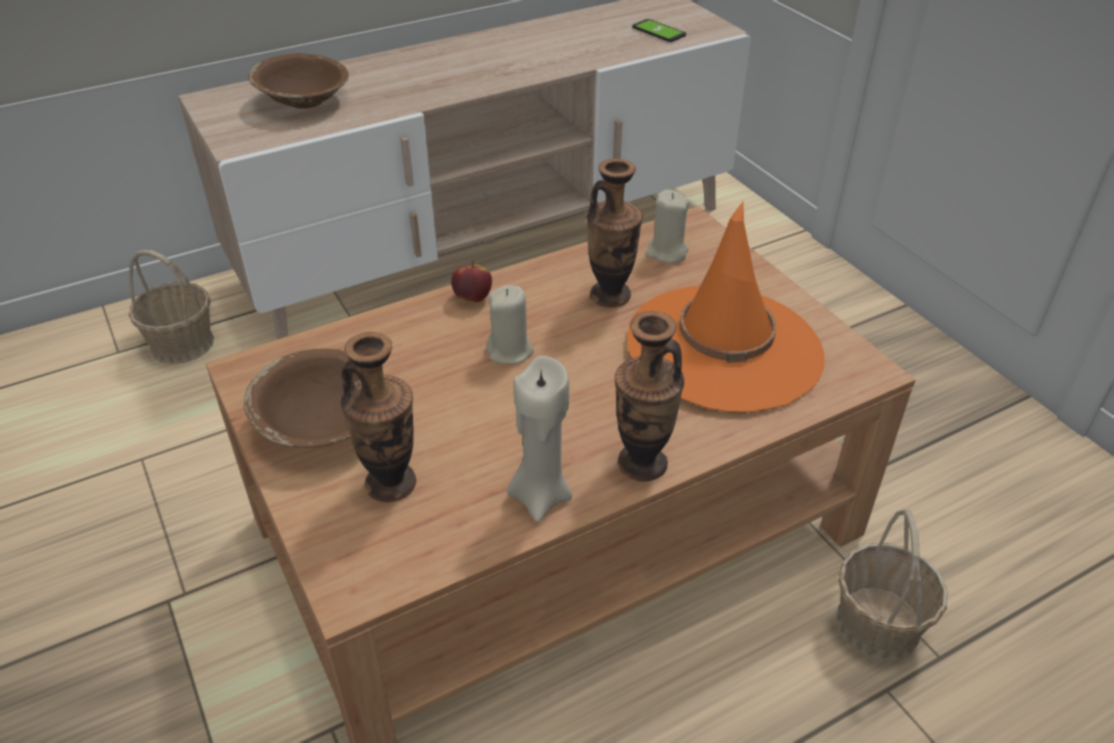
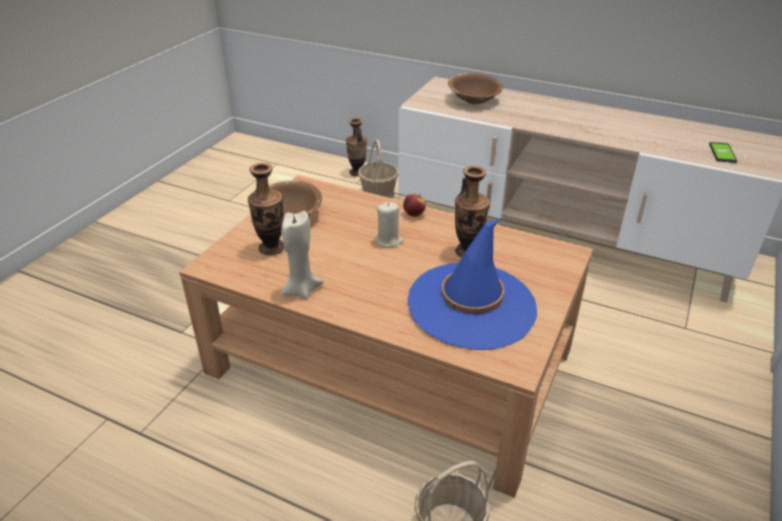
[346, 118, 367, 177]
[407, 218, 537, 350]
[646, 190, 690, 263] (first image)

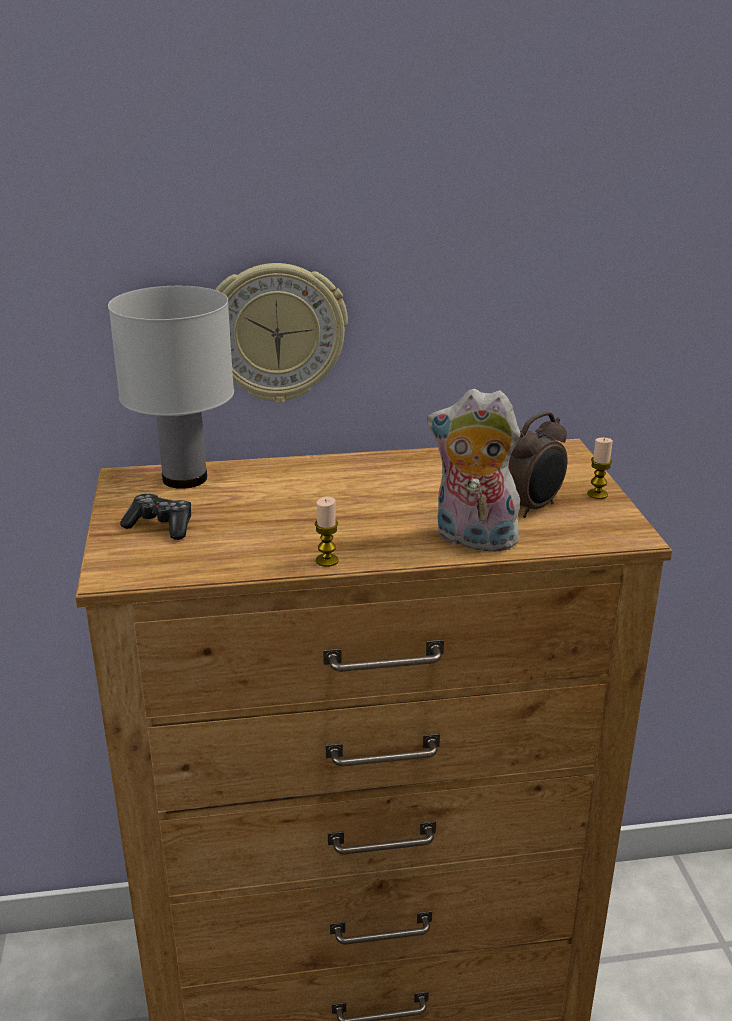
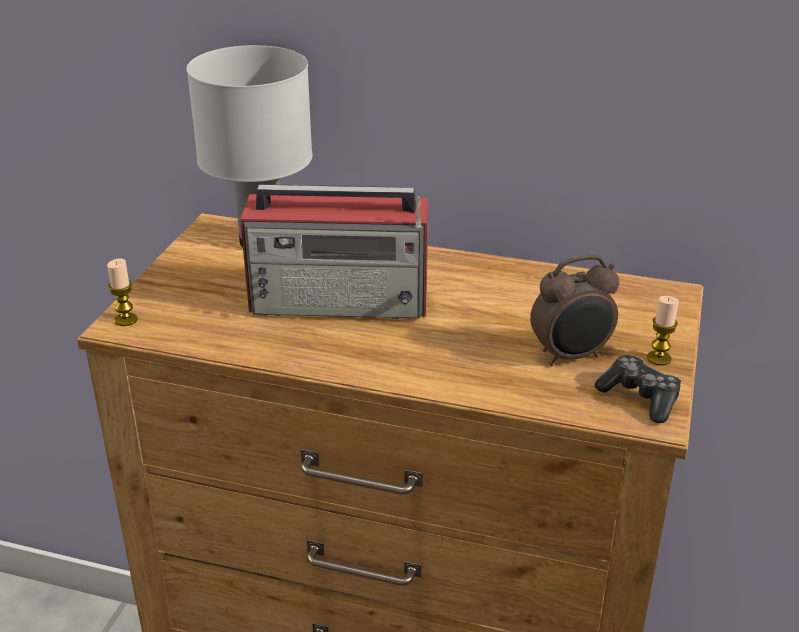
[107, 258, 137, 326]
[240, 184, 428, 319]
[595, 355, 681, 423]
[215, 263, 348, 403] (first image)
[427, 389, 522, 555] (first image)

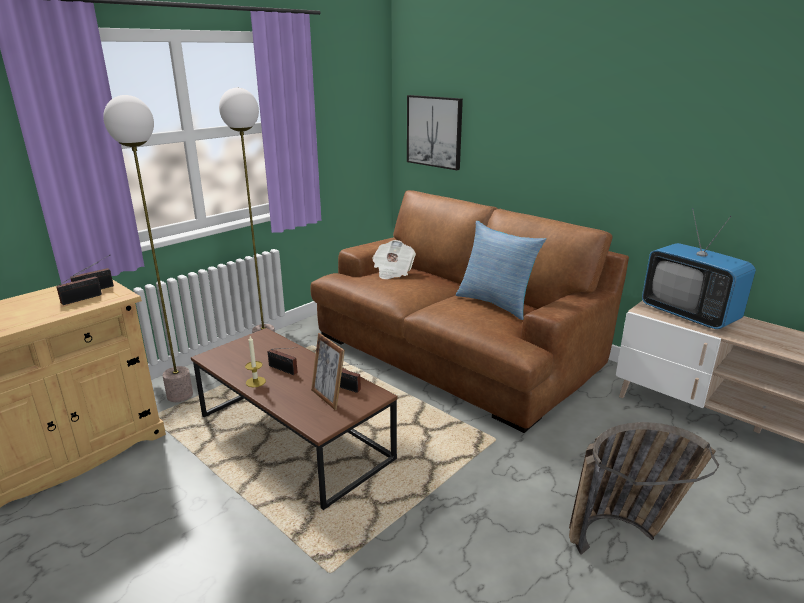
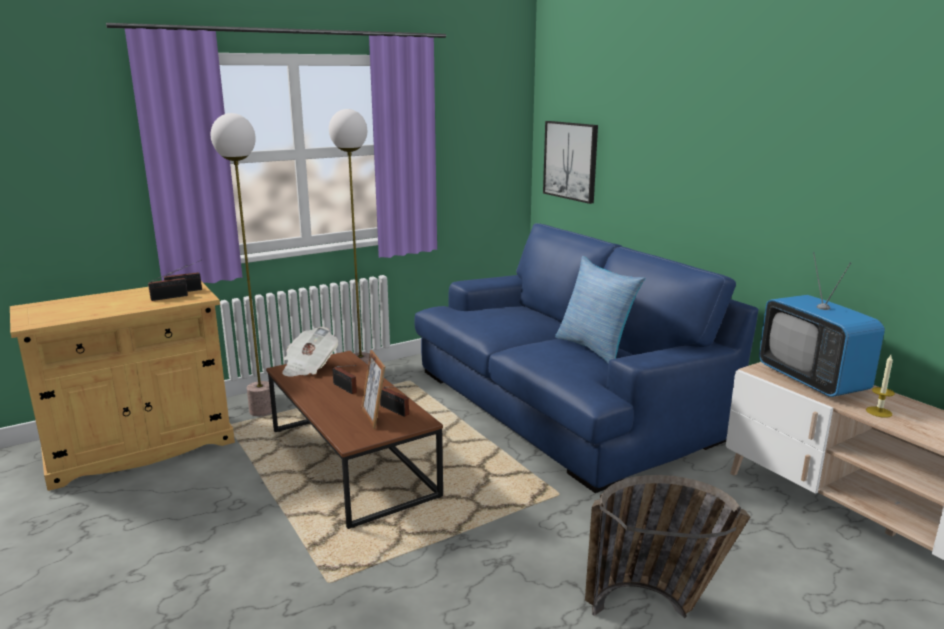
[282, 327, 338, 377]
[414, 223, 759, 493]
[866, 355, 895, 418]

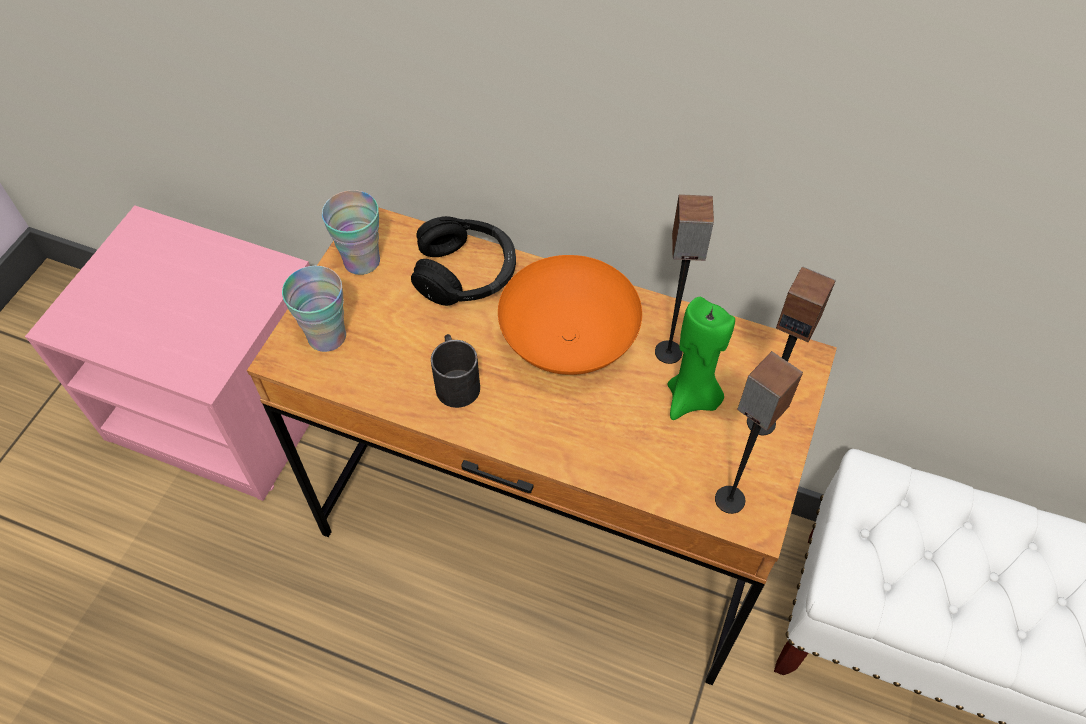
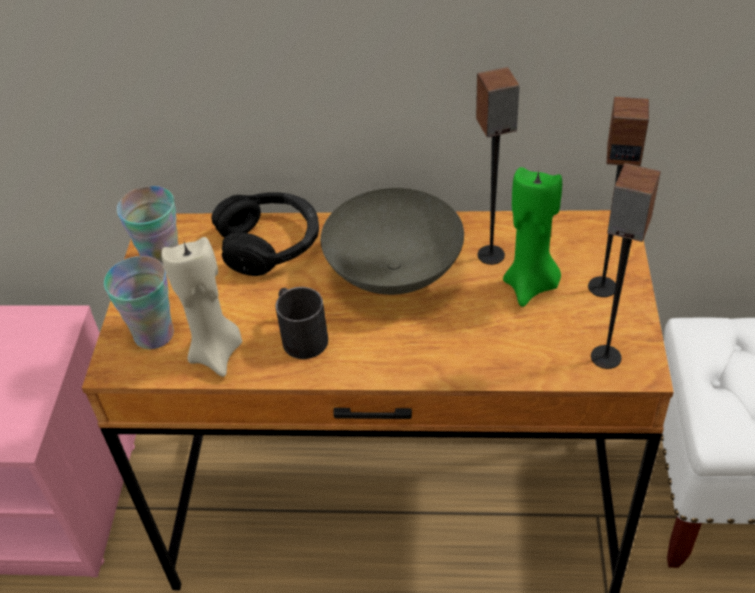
[161, 237, 242, 377]
[321, 188, 464, 295]

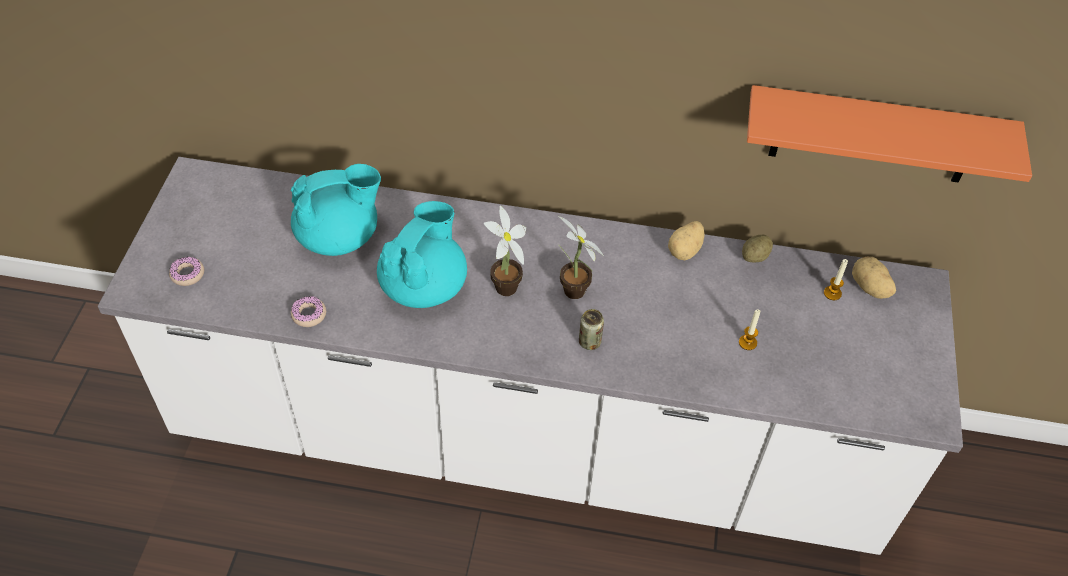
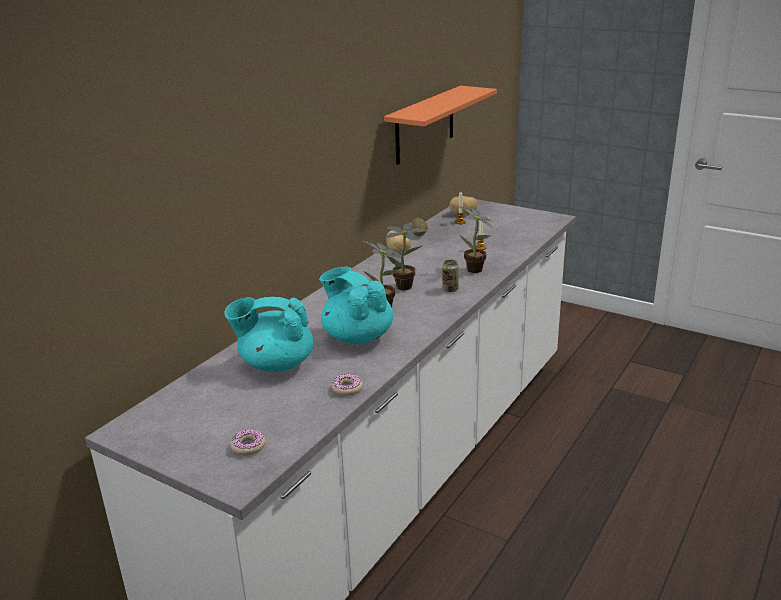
[224, 297, 314, 373]
[458, 206, 493, 273]

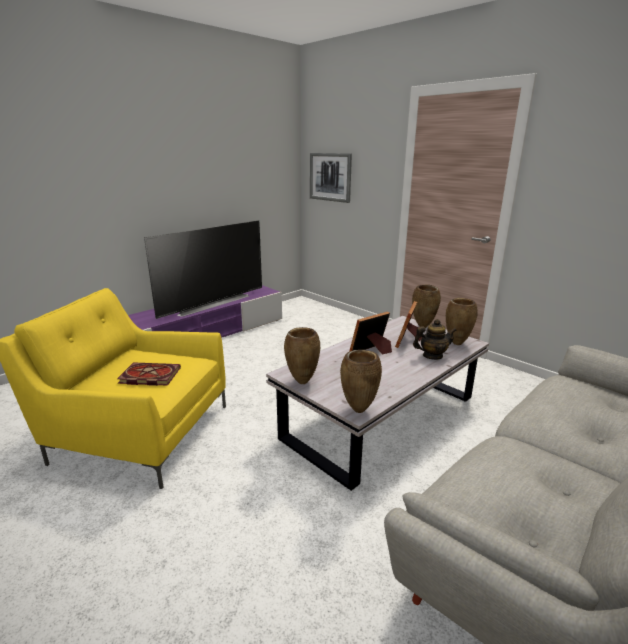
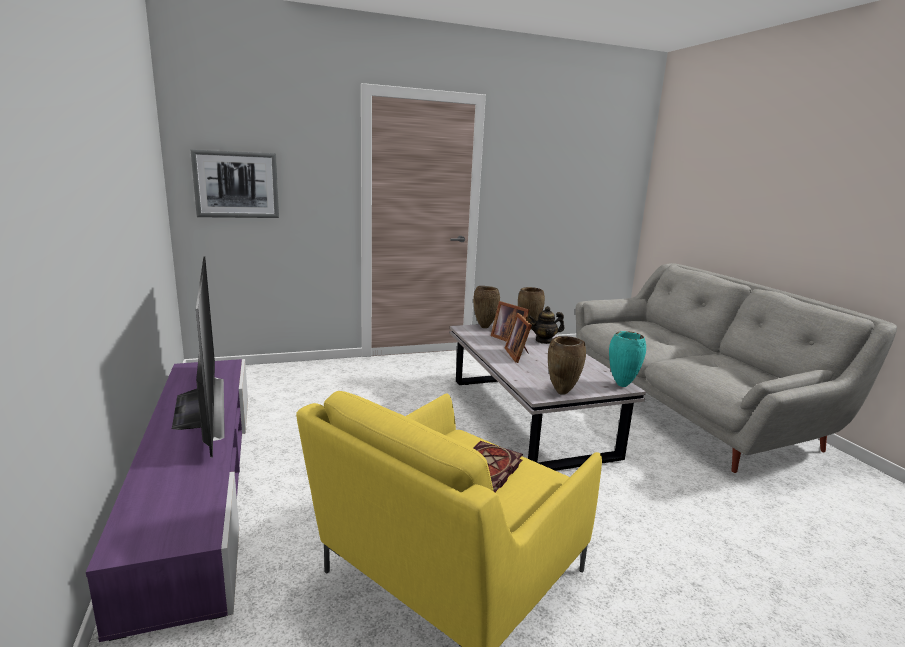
[528, 306, 564, 344]
[609, 331, 646, 387]

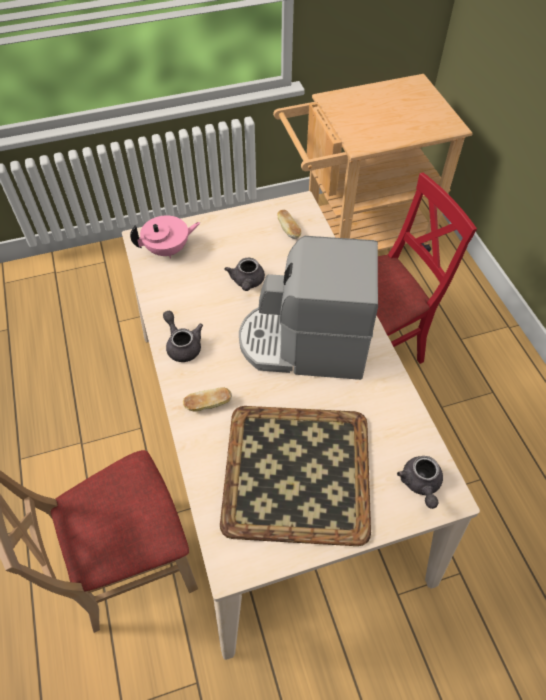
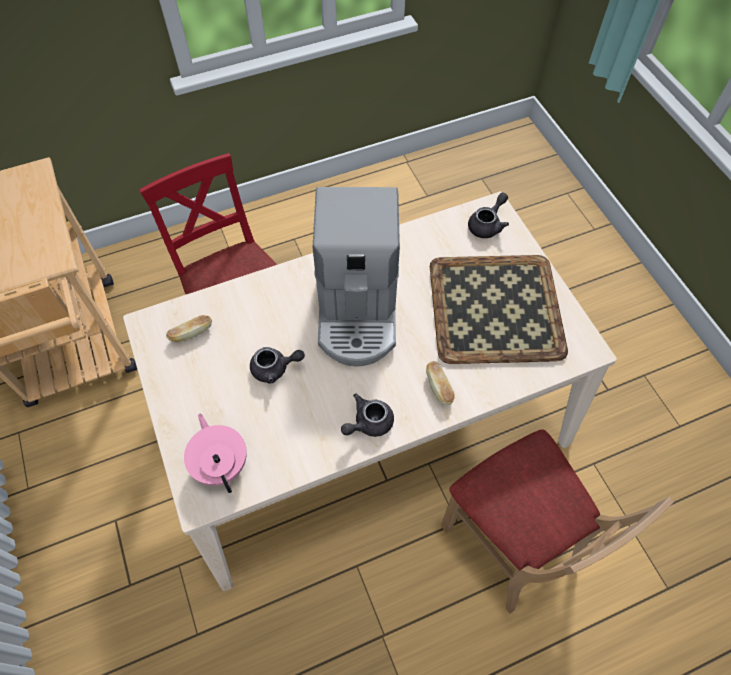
[468, 192, 509, 238]

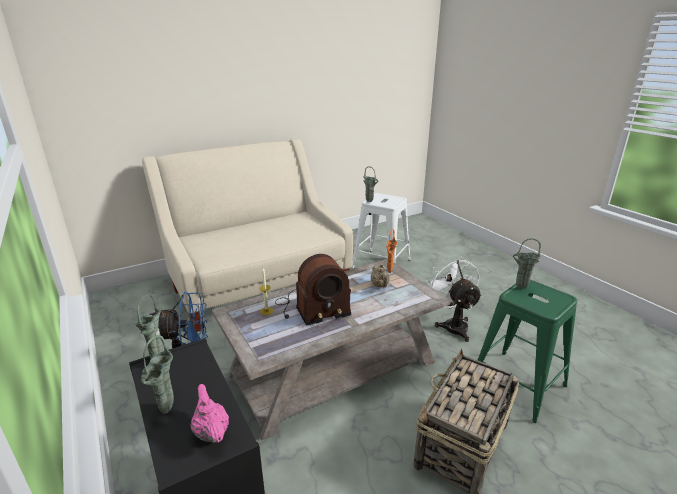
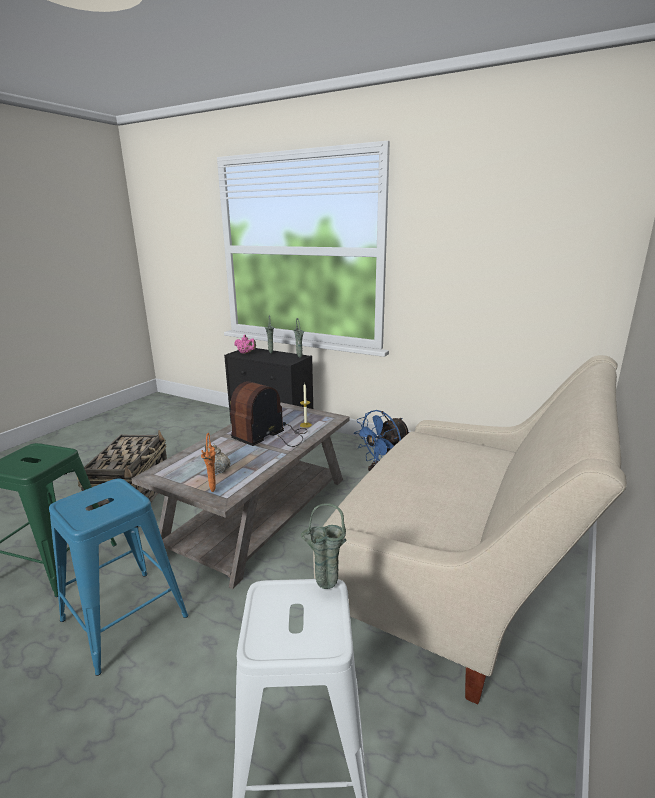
[49, 478, 188, 676]
[513, 238, 541, 289] (first image)

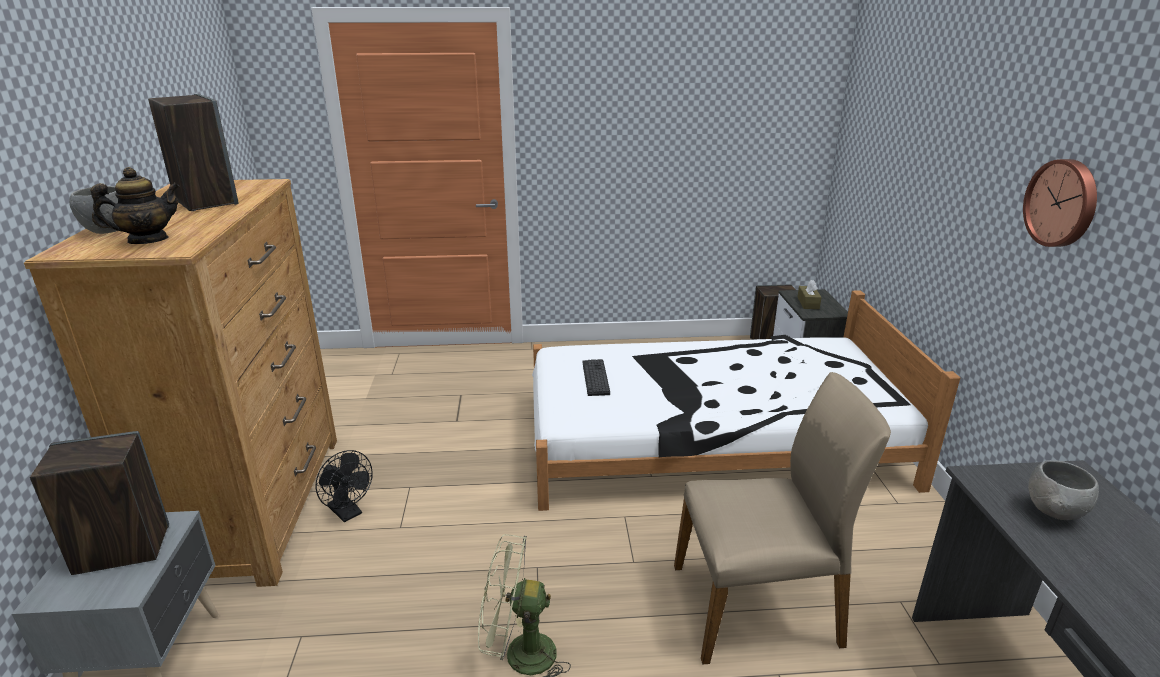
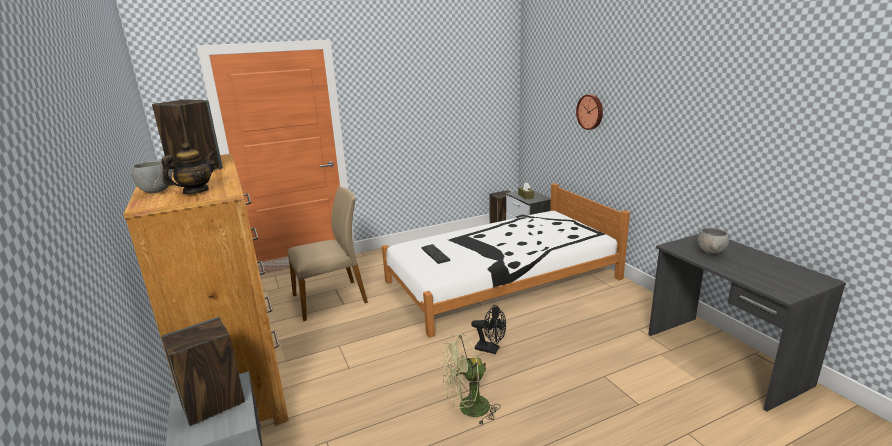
[287, 187, 368, 321]
[471, 305, 506, 354]
[576, 94, 603, 130]

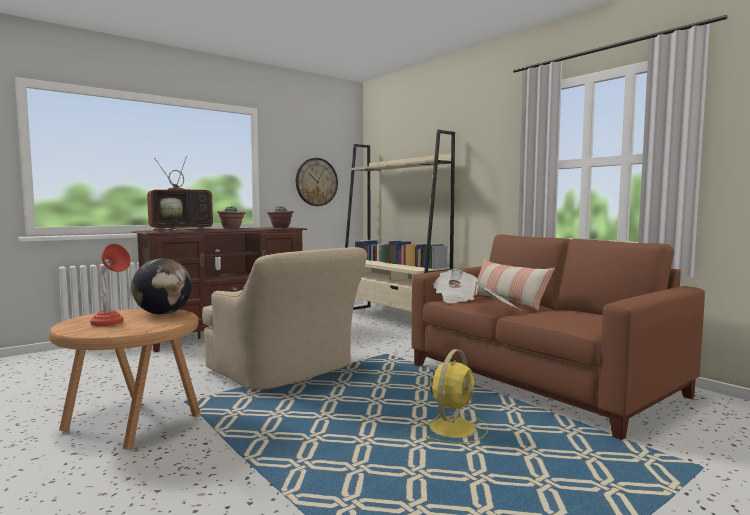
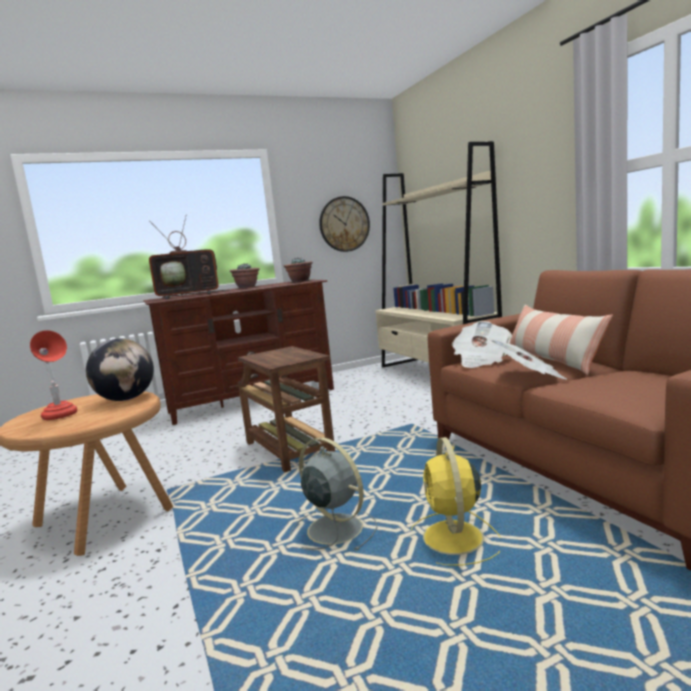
[238, 346, 335, 472]
[290, 437, 377, 551]
[411, 437, 501, 565]

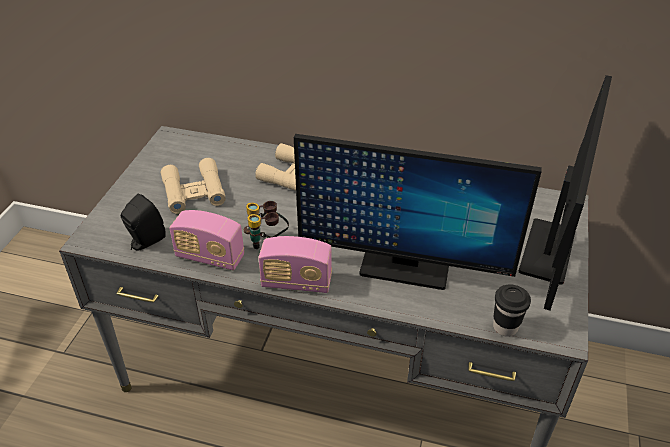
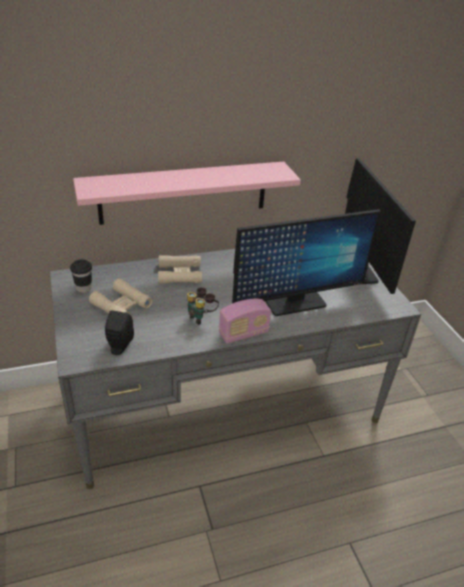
[70, 259, 92, 293]
[73, 162, 301, 225]
[169, 210, 244, 270] (first image)

